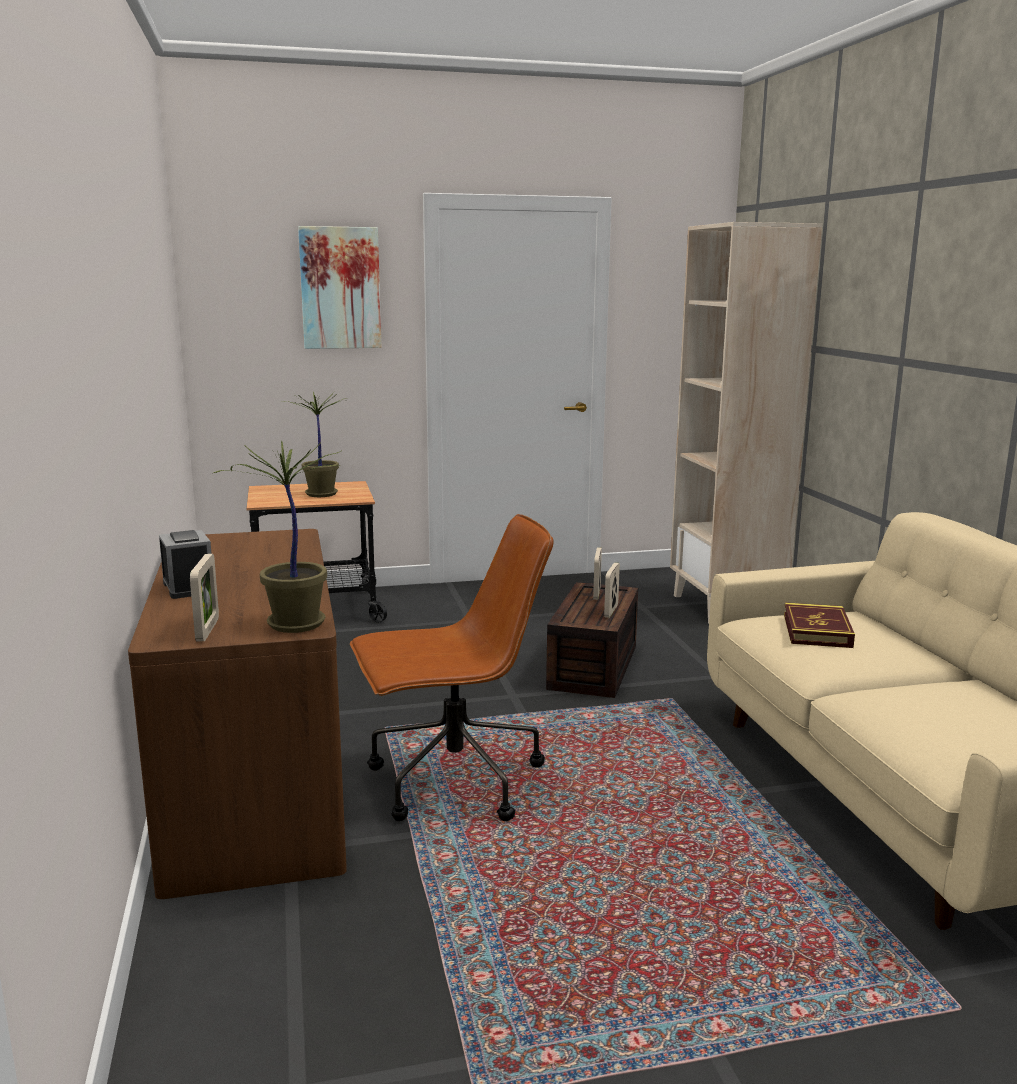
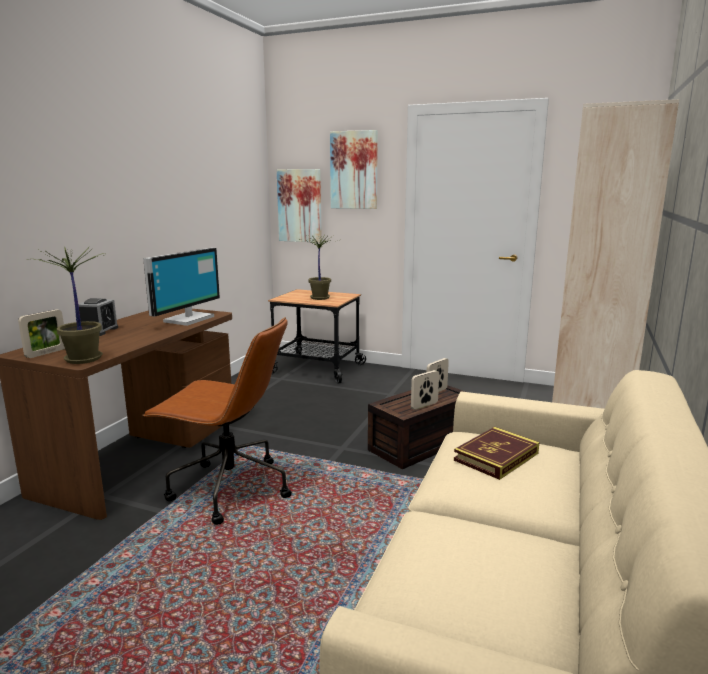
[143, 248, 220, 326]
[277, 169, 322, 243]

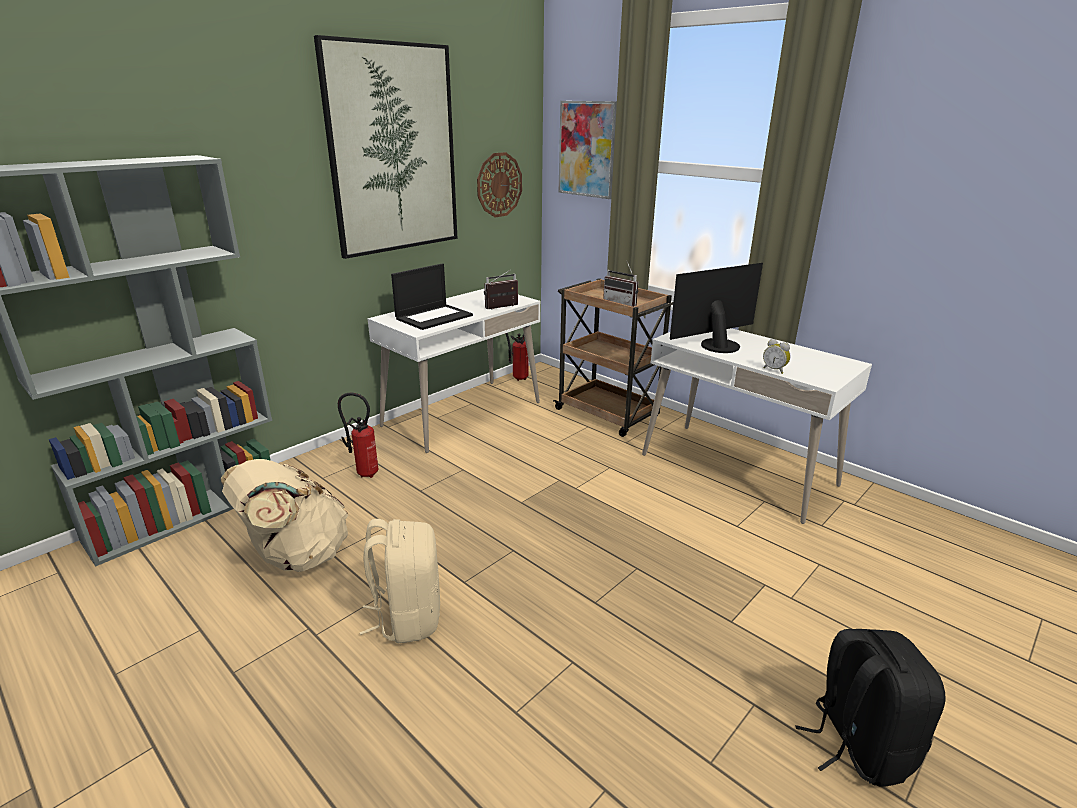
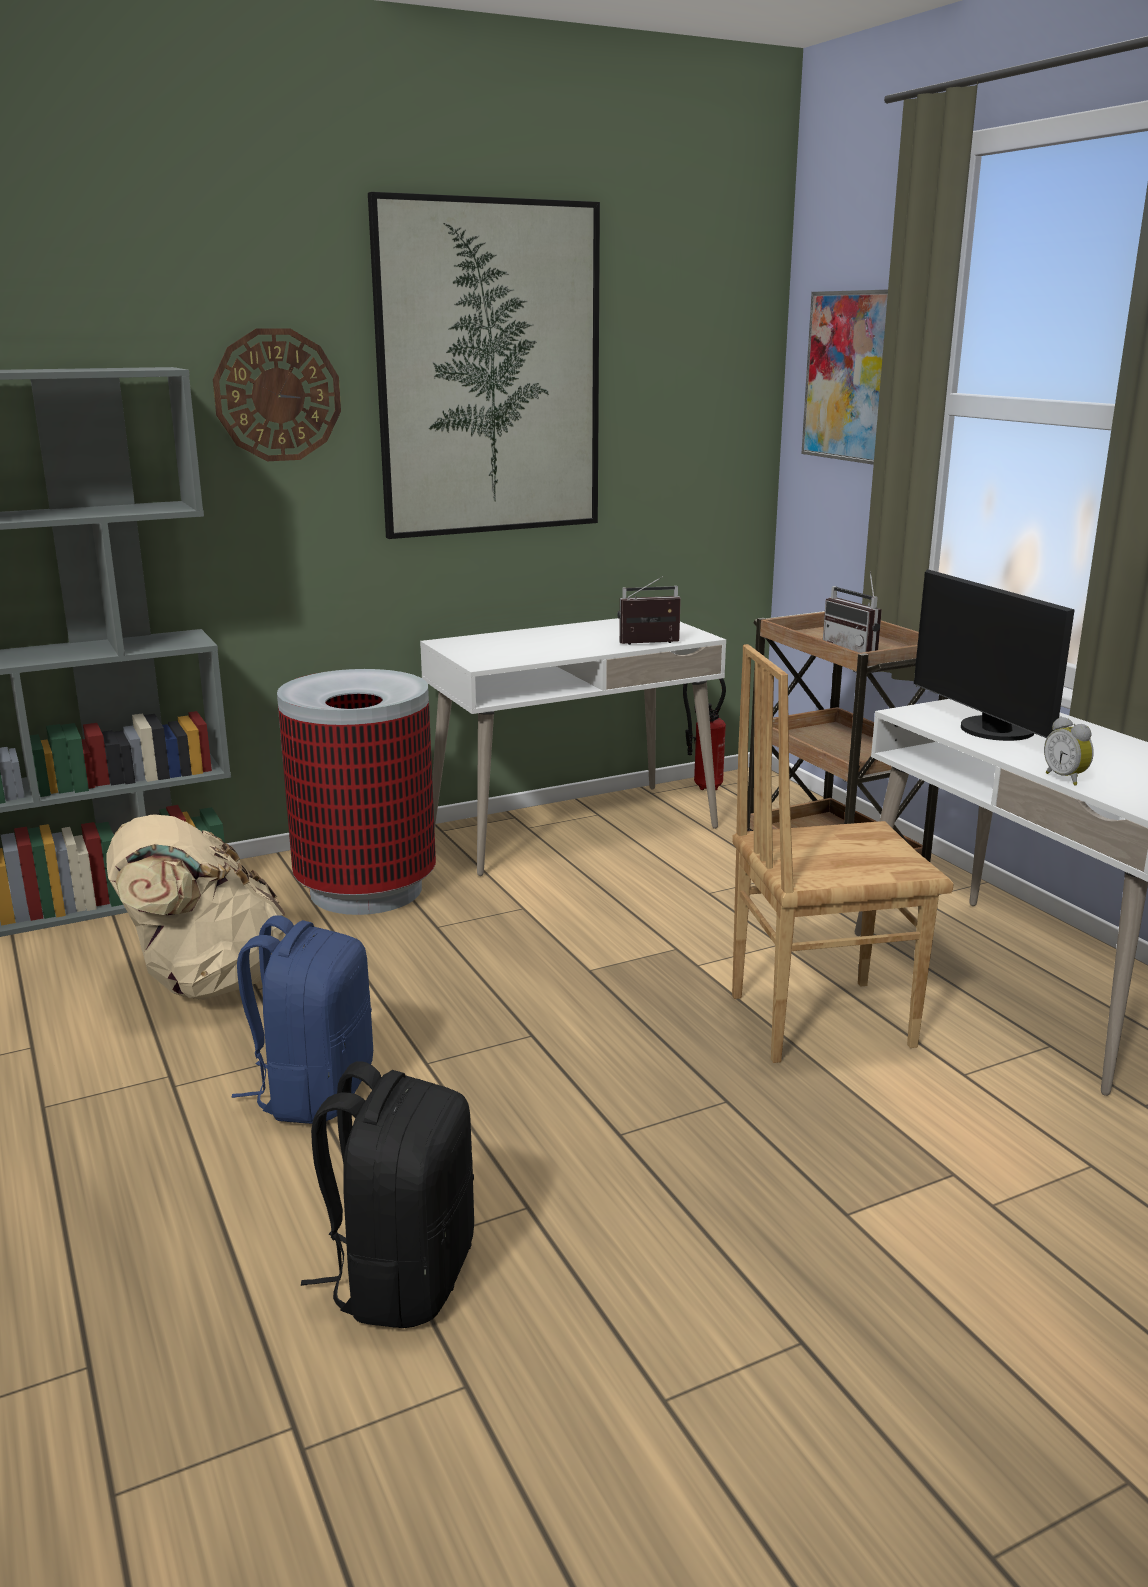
[213, 328, 341, 461]
[232, 915, 373, 1124]
[277, 669, 436, 915]
[301, 1062, 474, 1328]
[732, 644, 954, 1063]
[914, 569, 1075, 741]
[391, 264, 473, 330] (first image)

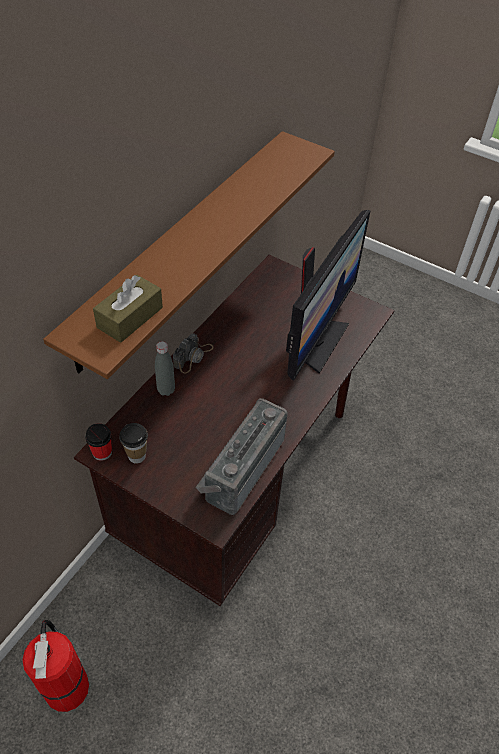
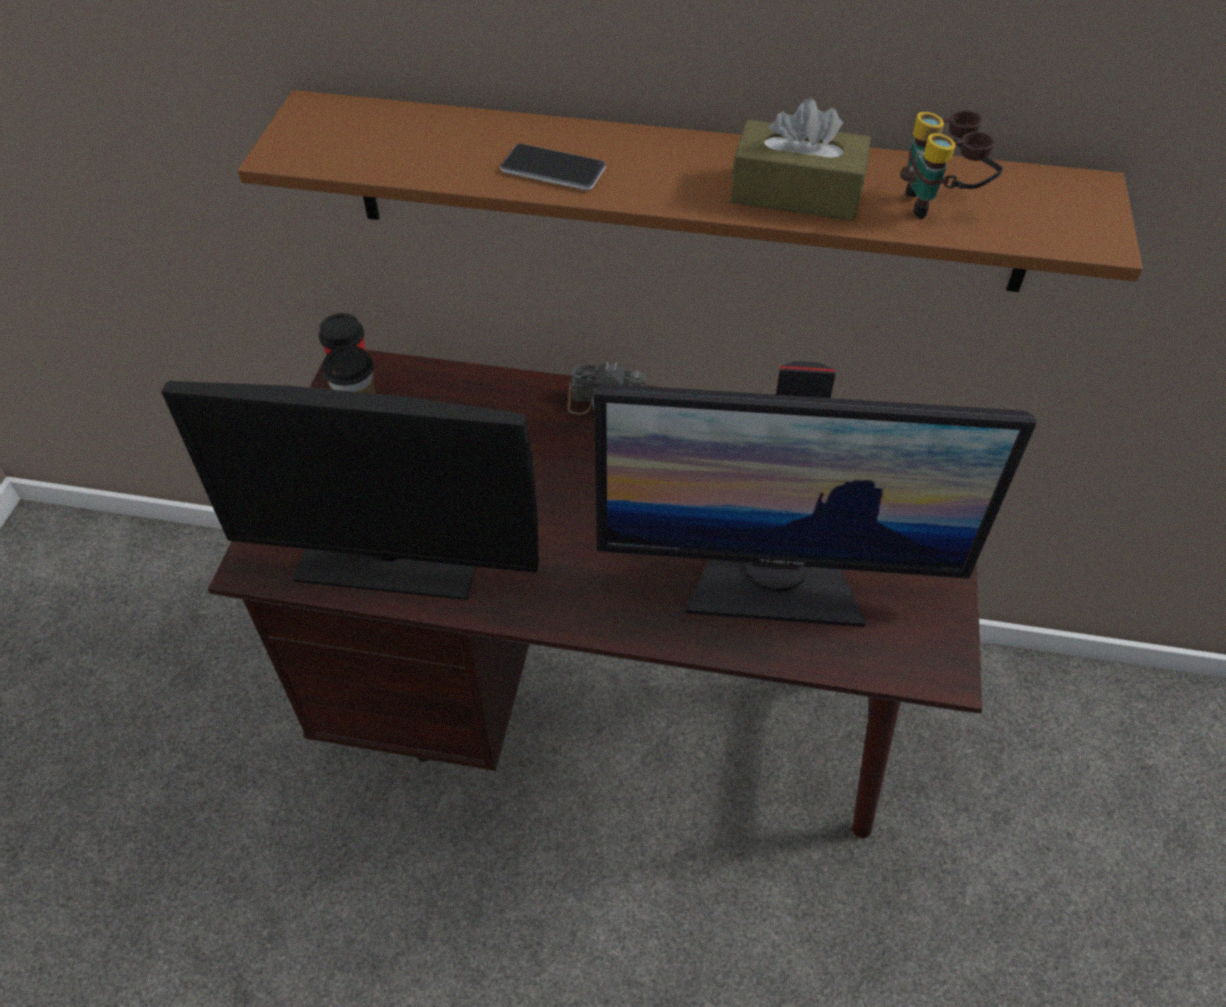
[161, 381, 539, 600]
[500, 144, 606, 191]
[730, 98, 871, 221]
[900, 110, 1003, 219]
[22, 620, 89, 712] (first image)
[155, 341, 175, 396] (first image)

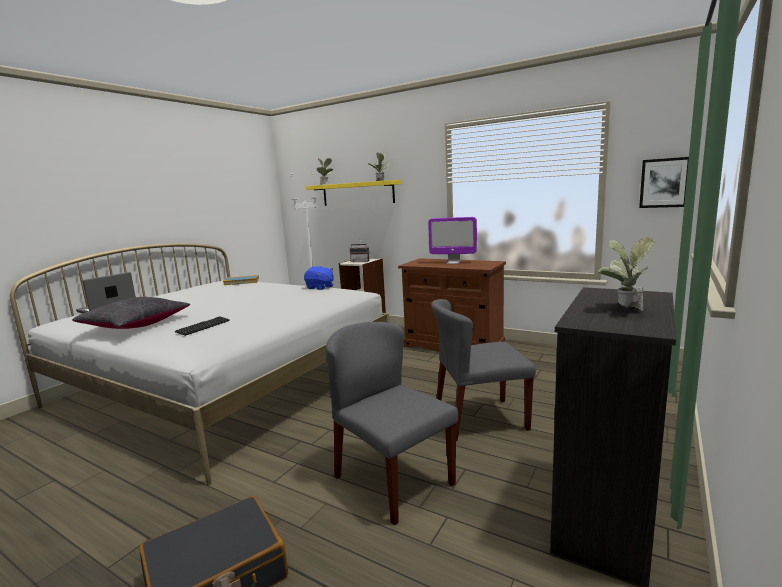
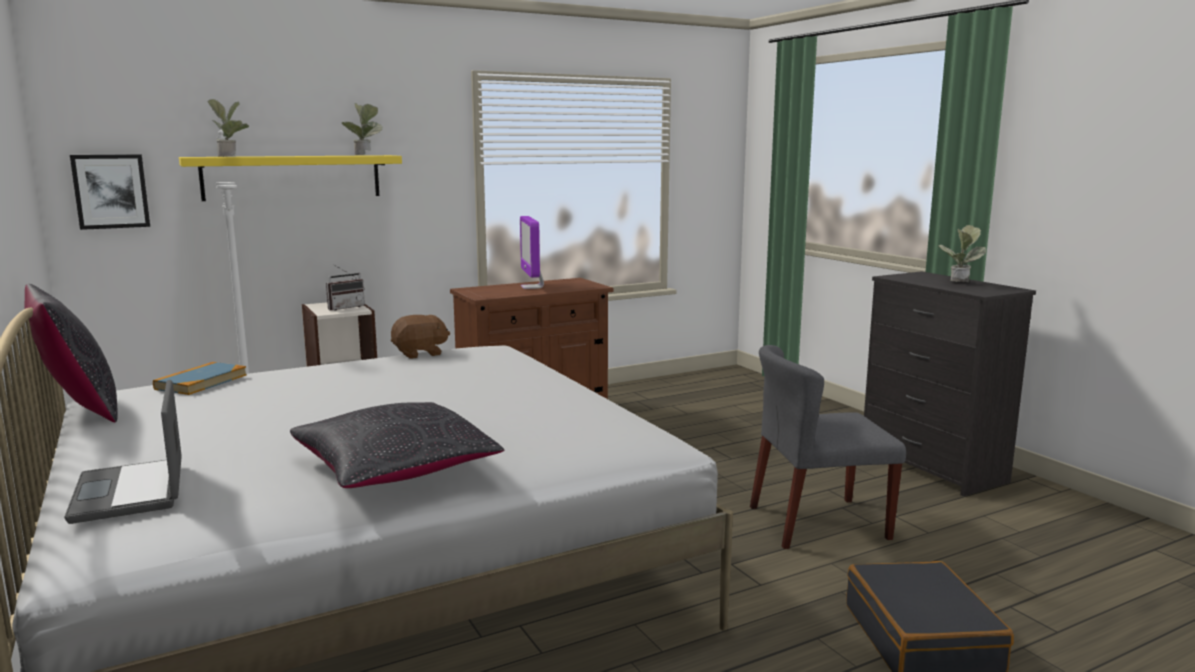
[25, 284, 118, 422]
[70, 154, 150, 230]
[391, 315, 450, 359]
[520, 216, 544, 289]
[175, 316, 230, 336] (first image)
[431, 299, 536, 441] (first image)

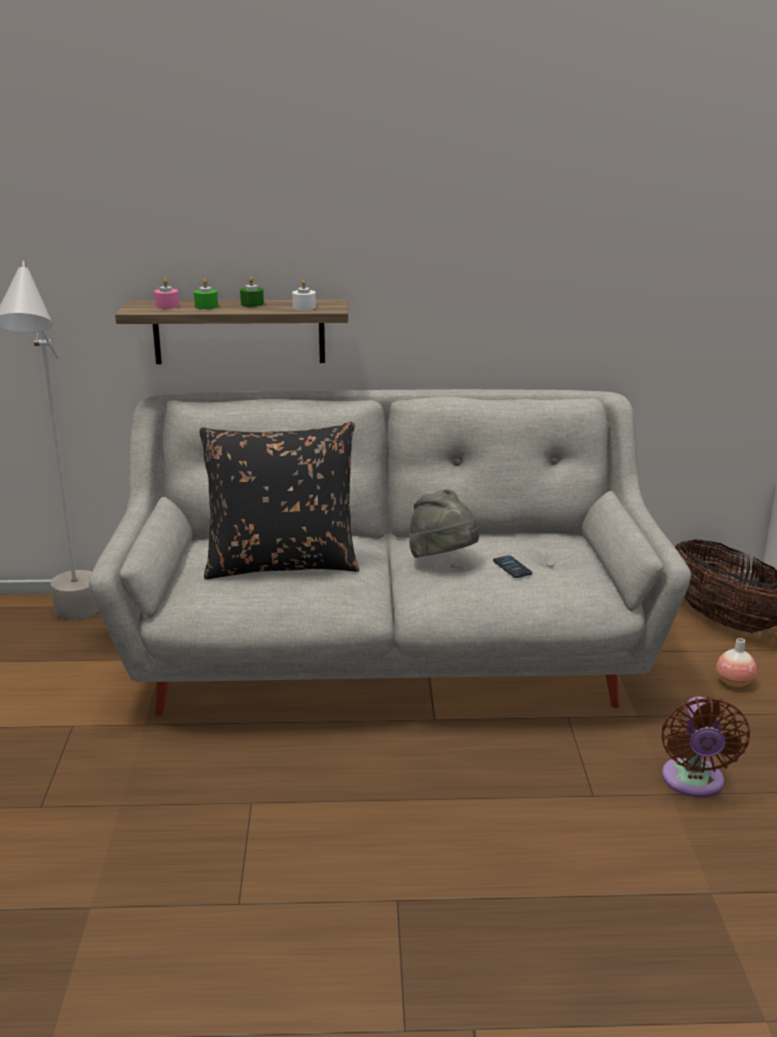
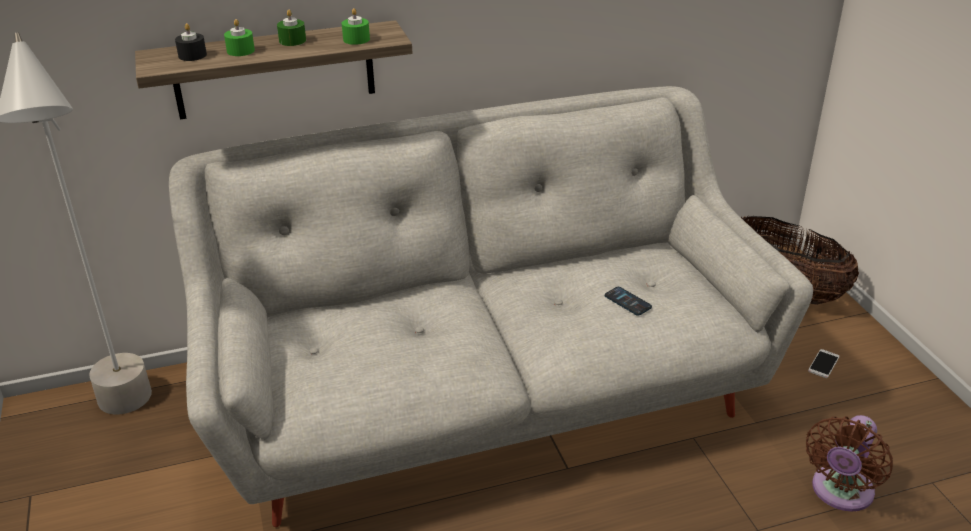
[175, 23, 207, 61]
[342, 8, 370, 45]
[806, 415, 893, 512]
[808, 349, 839, 378]
[199, 422, 359, 579] (first image)
[409, 489, 479, 558] (first image)

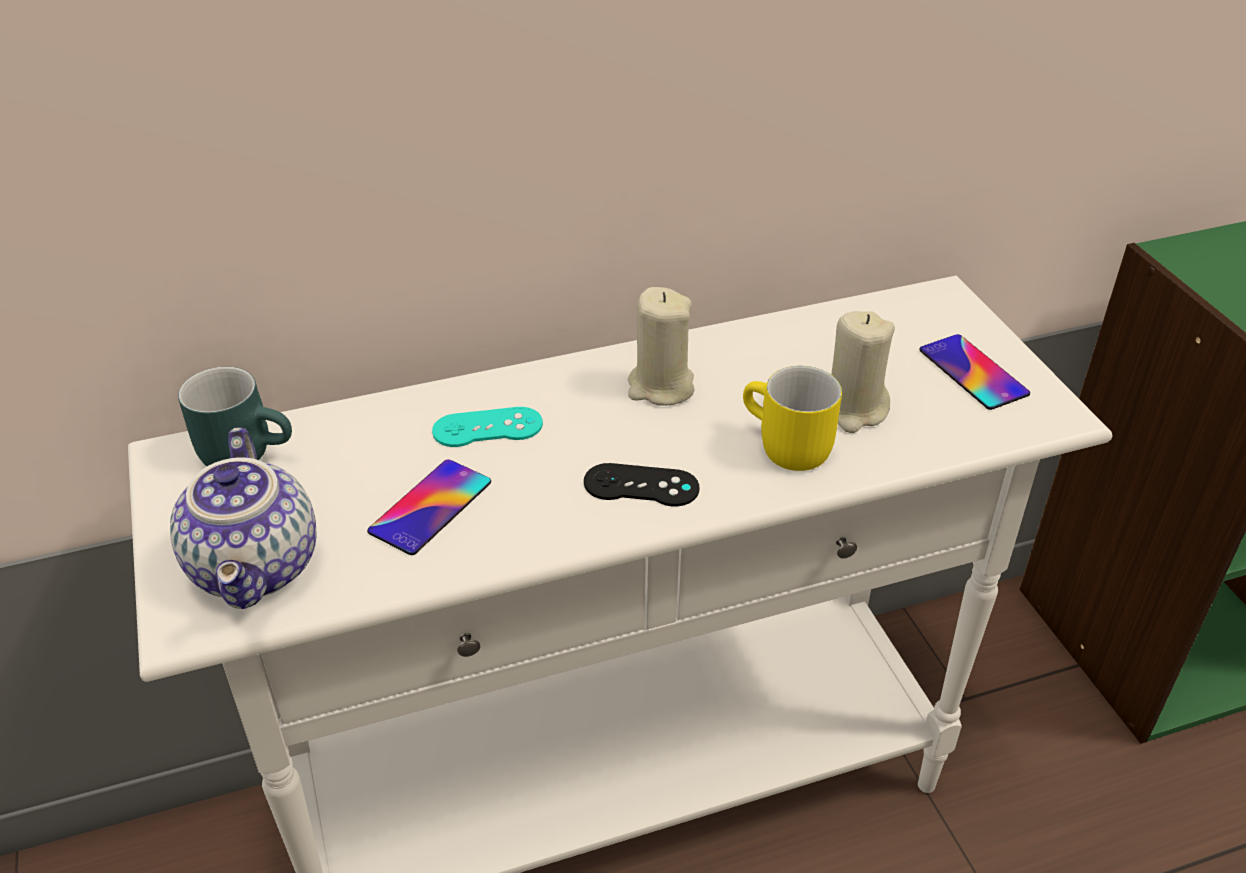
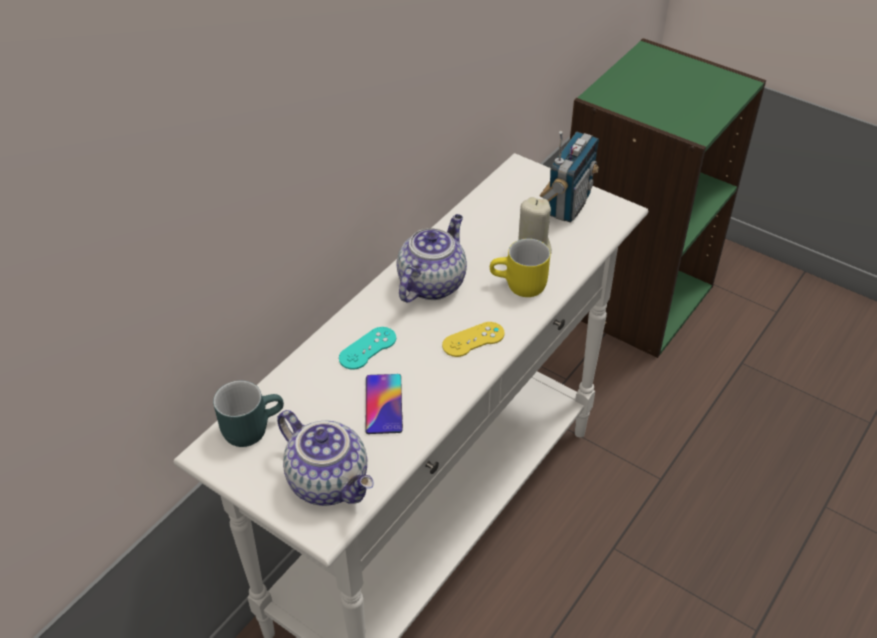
[397, 214, 467, 302]
[442, 322, 505, 357]
[540, 131, 599, 223]

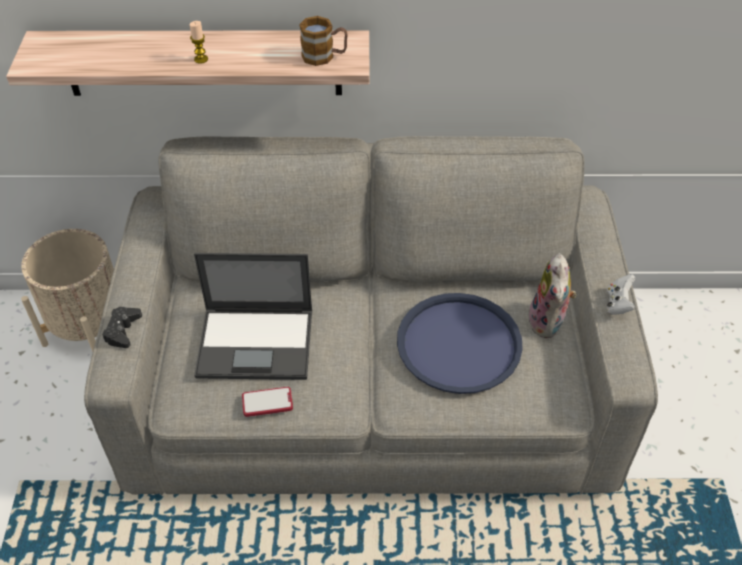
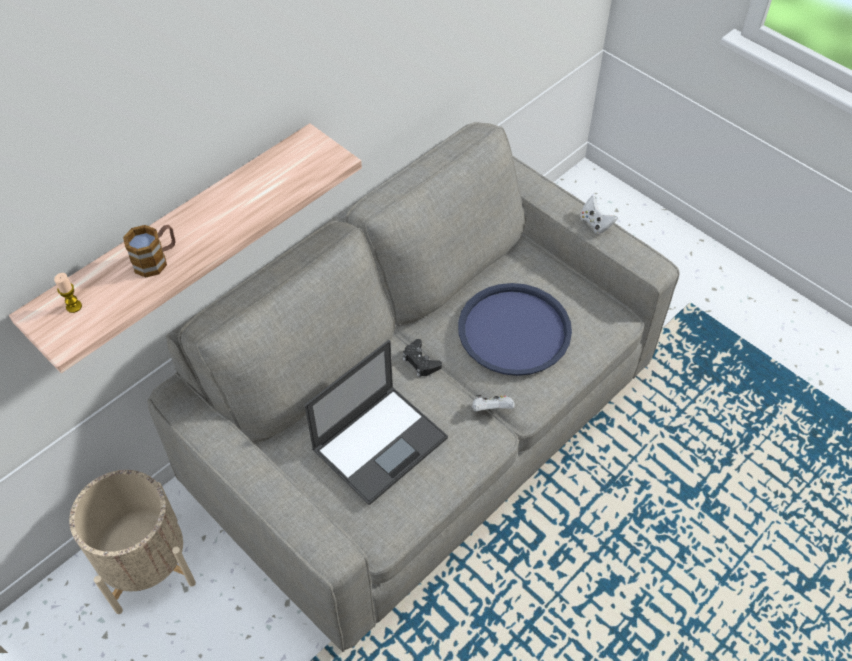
[54, 273, 82, 313]
[123, 225, 175, 278]
[403, 339, 442, 377]
[472, 395, 514, 411]
[242, 387, 293, 417] (first image)
[529, 253, 576, 338] (first image)

